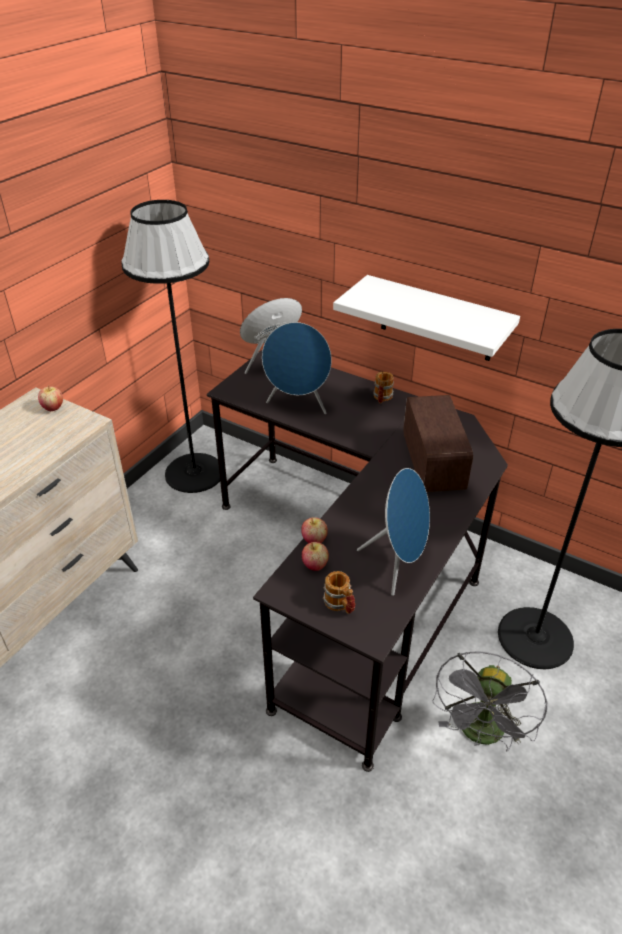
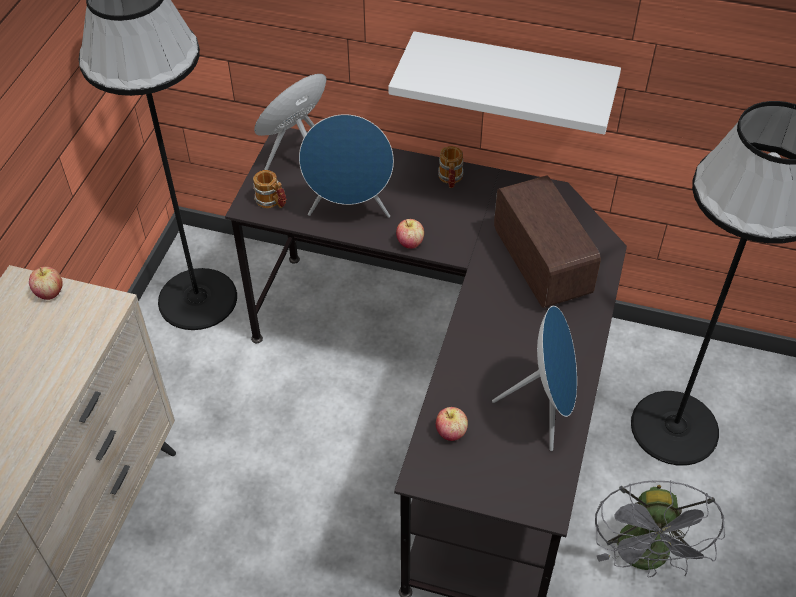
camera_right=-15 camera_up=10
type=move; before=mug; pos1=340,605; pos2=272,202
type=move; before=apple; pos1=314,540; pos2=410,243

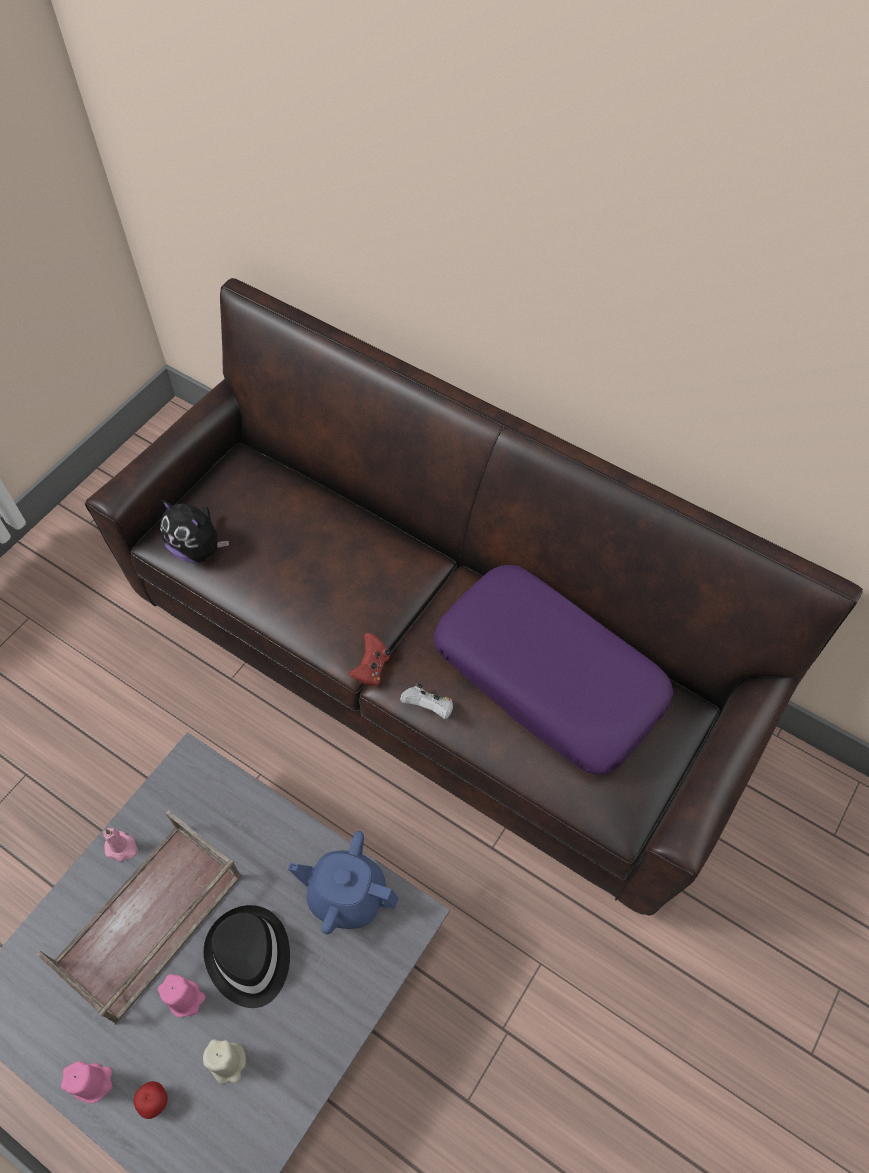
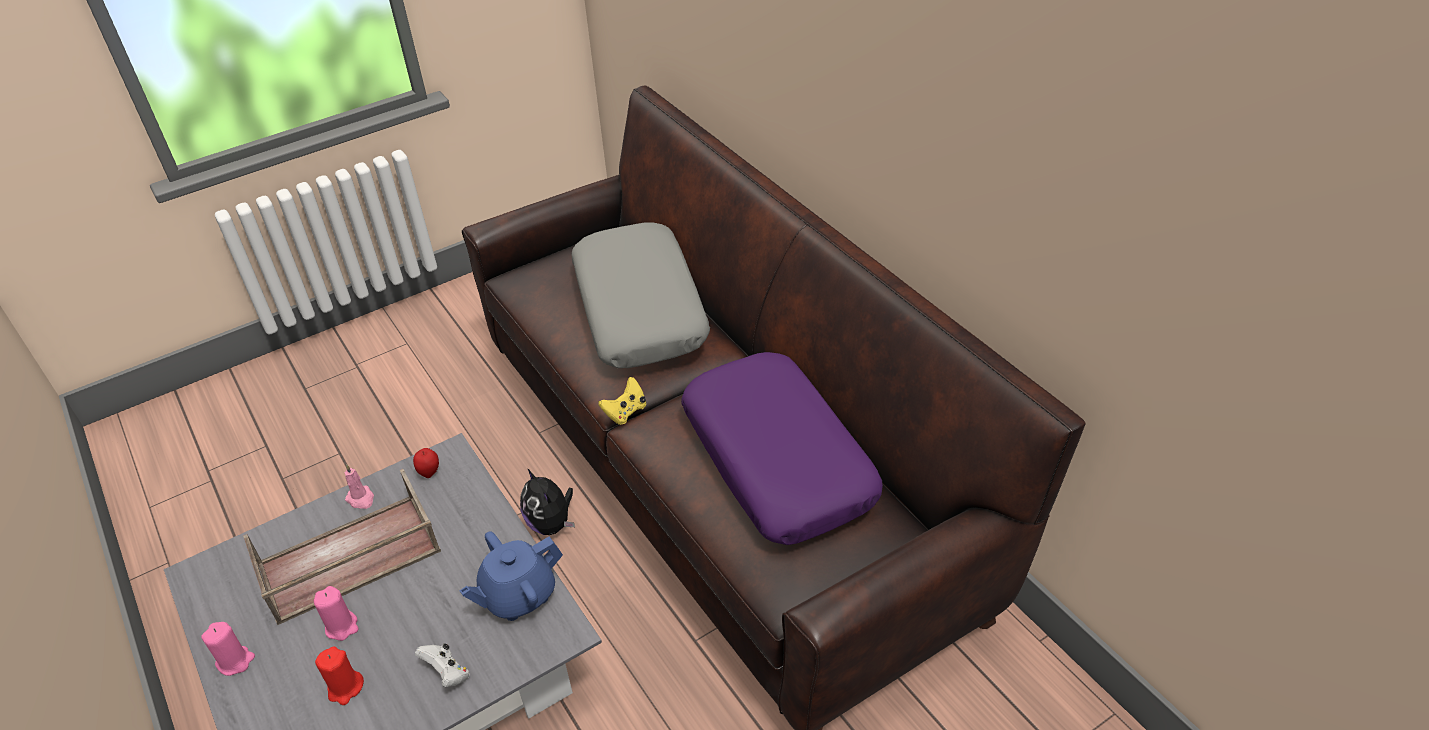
camera_right=25 camera_up=-15
type=recolor; before=beige candle; after=red candle; pos1=228,1063; pos2=345,688
type=move; before=apple; pos1=155,1101; pos2=429,472
type=move; before=white game controller; pos1=429,707; pos2=447,673
type=rotate; before=blue teapot; pos1=347,894; pos2=518,595; turn=-75
type=move; before=plush toy; pos1=198,549; pos2=551,524
type=insert; after=grey pillow; pos2=641,310
type=recolor; before=red game controller; after=yellow game controller; pos1=371,668; pos2=625,412
type=delete; before=black hat; pos1=248,957

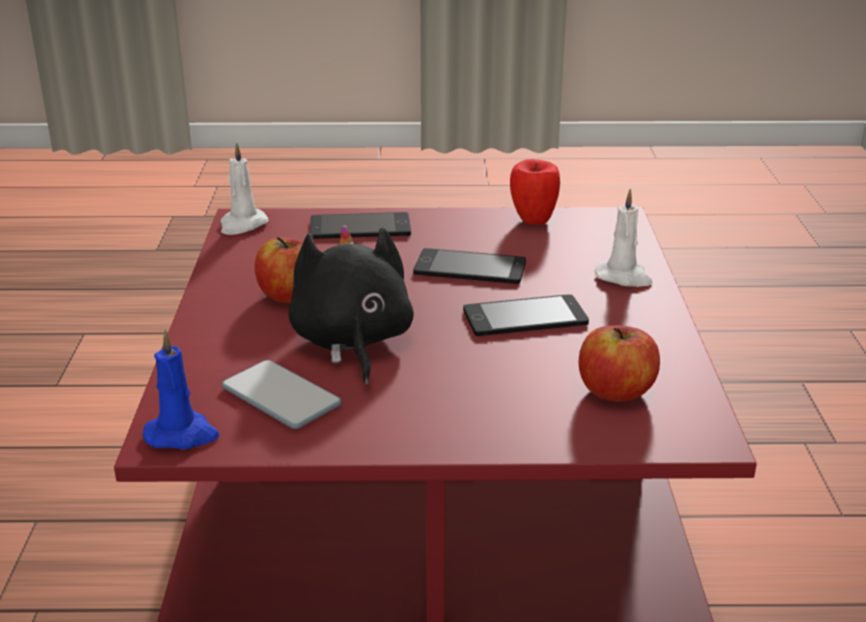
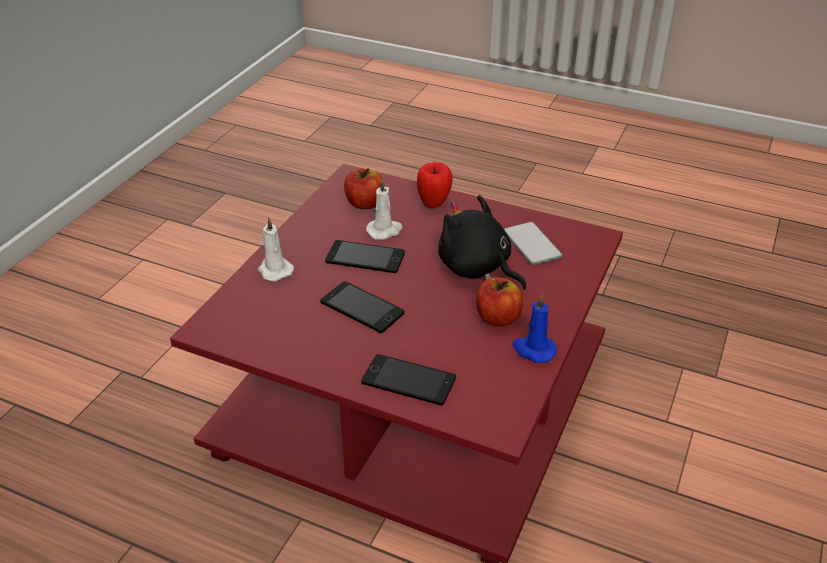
camera_right=-155 camera_up=10
type=move; before=white candle; pos1=242,225; pos2=385,231
type=move; before=apple; pos1=533,221; pos2=434,204
type=rotate; before=black plush toy; pos1=351,342; pos2=477,268; turn=120
type=move; before=blue candle; pos1=182,435; pos2=533,350

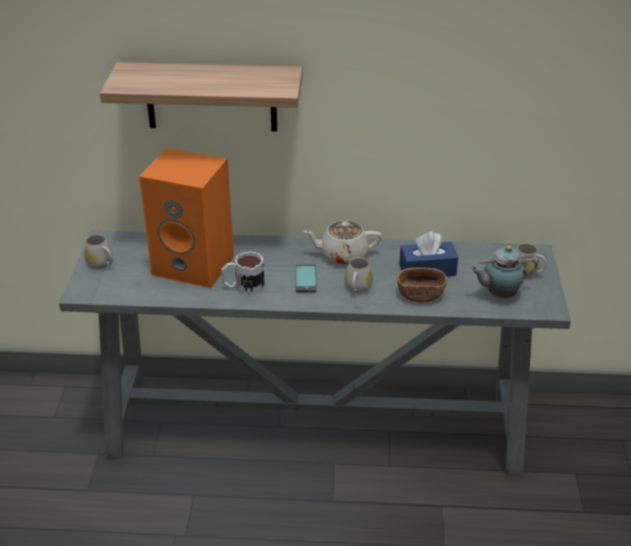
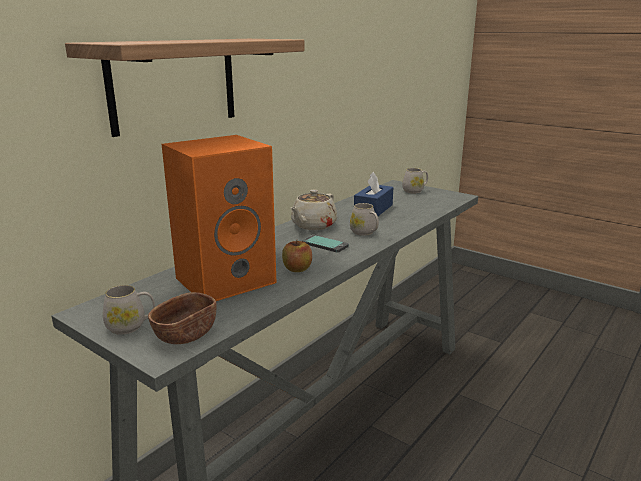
camera_right=-55 camera_up=-15
type=move; before=brown bowl; pos1=420,295; pos2=186,334
type=replace; before=mug; after=apple; pos1=243,287; pos2=297,269
type=delete; before=teapot; pos1=499,294

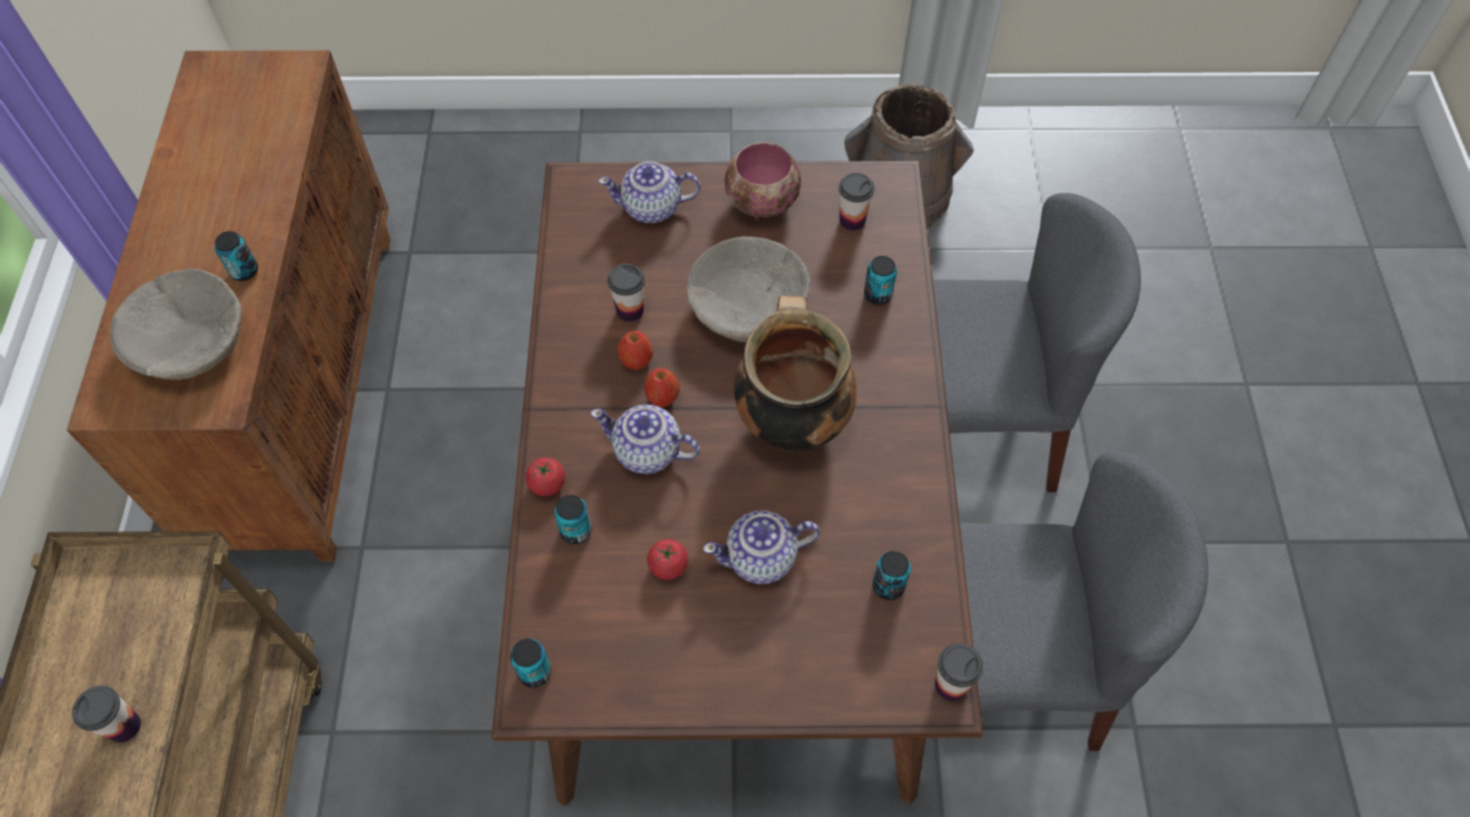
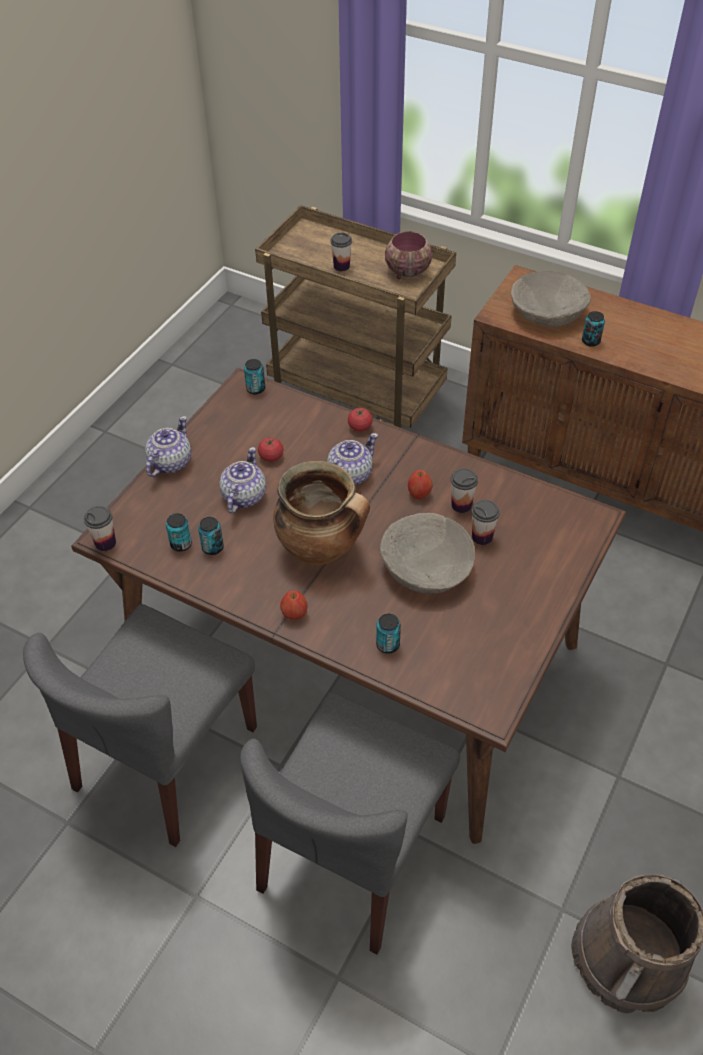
camera_right=120 camera_up=-10
type=move; before=teapot; pos1=652,208; pos2=169,463
type=move; before=can; pos1=576,530; pos2=212,548
type=move; before=apple; pos1=662,398; pos2=294,614
type=move; before=bowl; pos1=762,204; pos2=406,271
type=move; before=cup; pos1=852,220; pos2=482,537

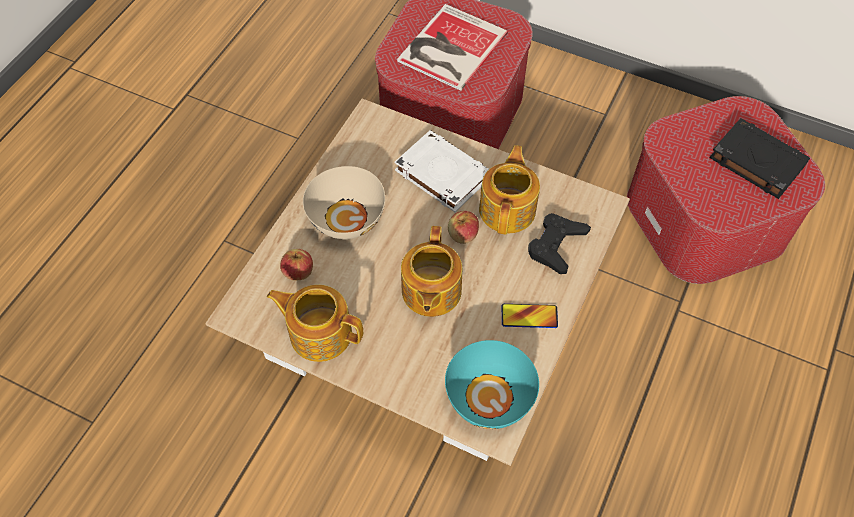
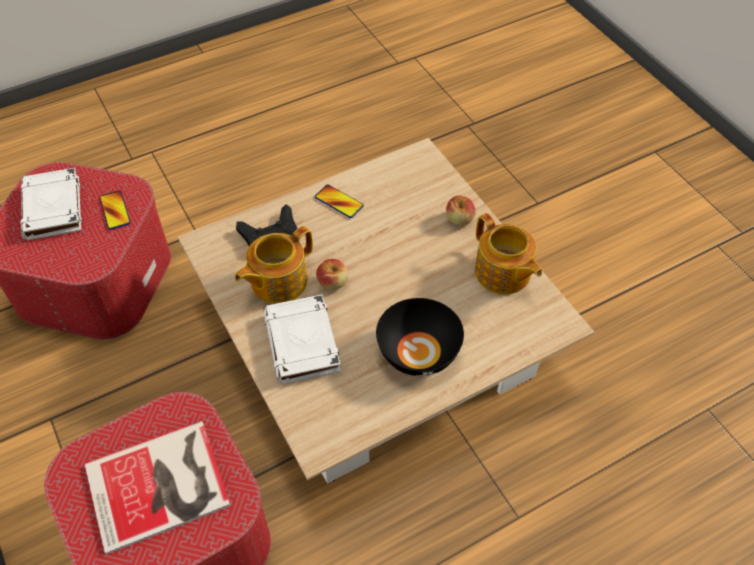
camera_right=-145 camera_up=-5
type=recolor; before=black book; after=white book; pos1=756,161; pos2=53,209
type=insert; after=phone; pos2=115,210
type=recolor; before=beige bowl; after=black bowl; pos1=346,217; pos2=417,353
type=move; before=apple; pos1=298,272; pos2=459,219
type=delete; before=teapot; pos1=430,292
type=delete; before=turquoise bowl; pos1=490,396

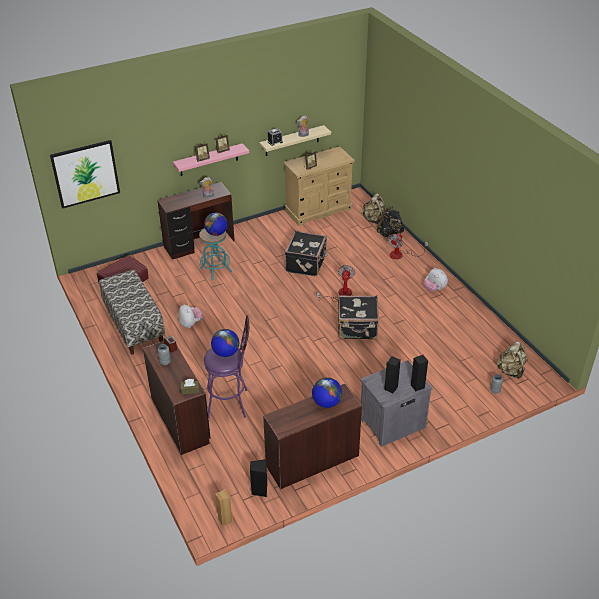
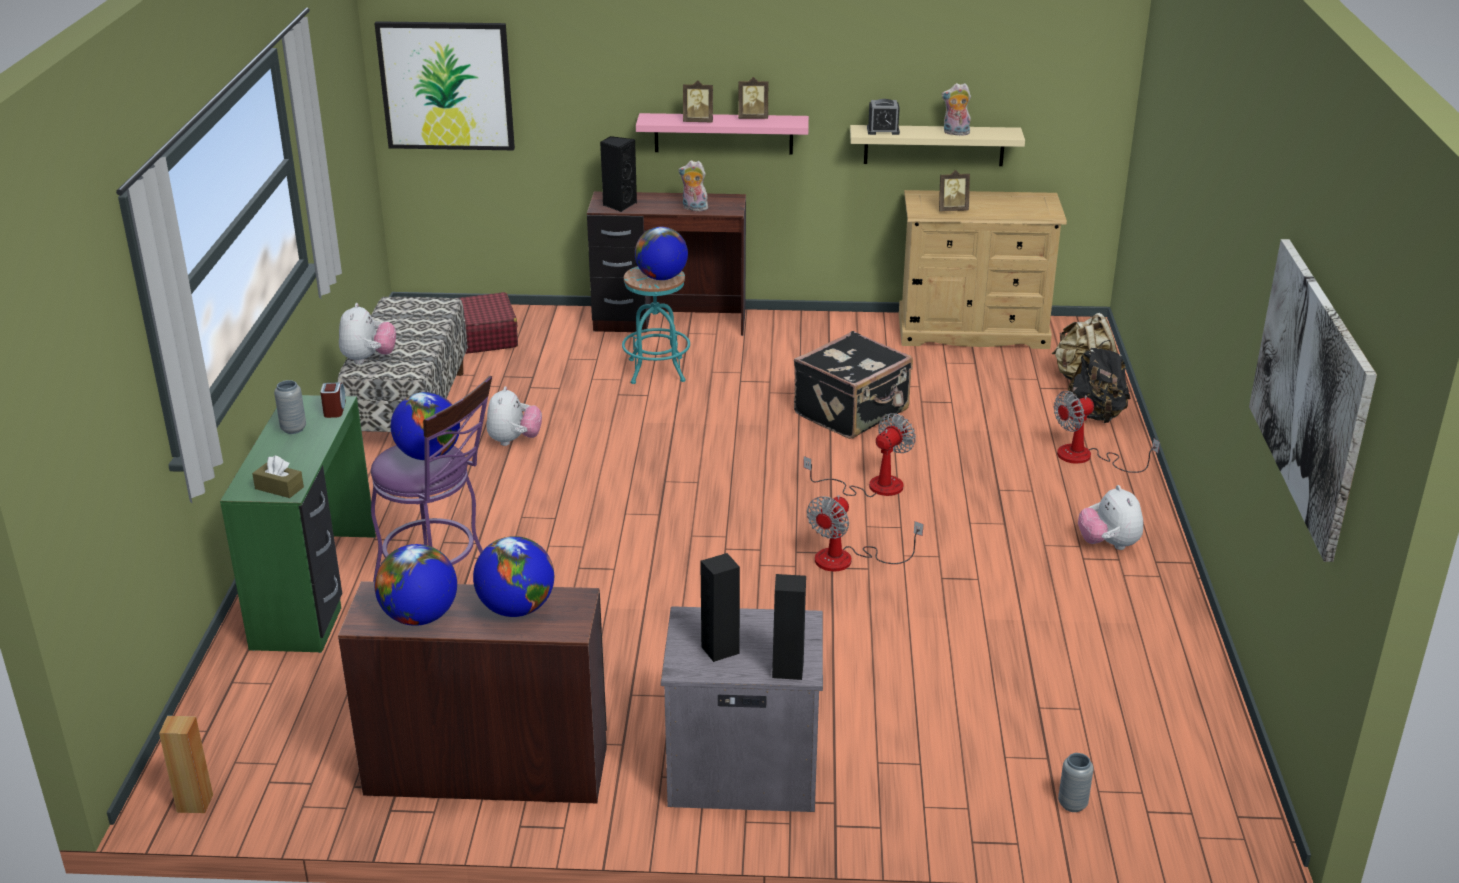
camera_right=30 camera_up=-10
type=recolor; before=brown desk; after=green desk; pos1=181,419; pos2=317,590
type=insert; after=plush toy; pos2=368,359
type=insert; after=globe; pos2=420,617
type=move; before=black speaker; pos1=259,490; pos2=619,205
type=replace; before=black suitcase; after=fan; pos1=357,329; pos2=847,560
type=insert; after=picture; pos2=1310,392
type=delete; before=beige backpack; pos1=510,371

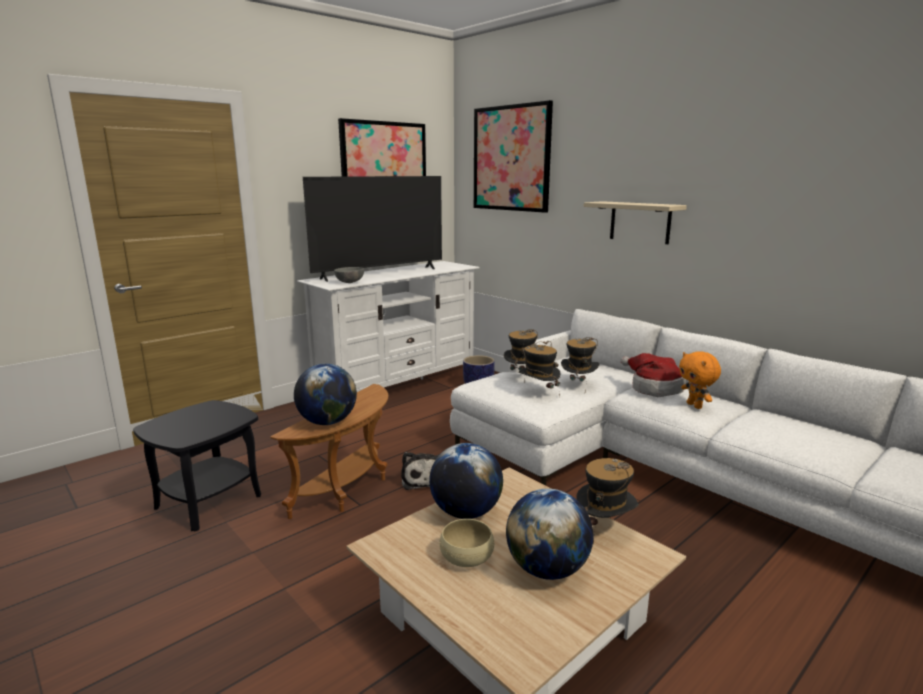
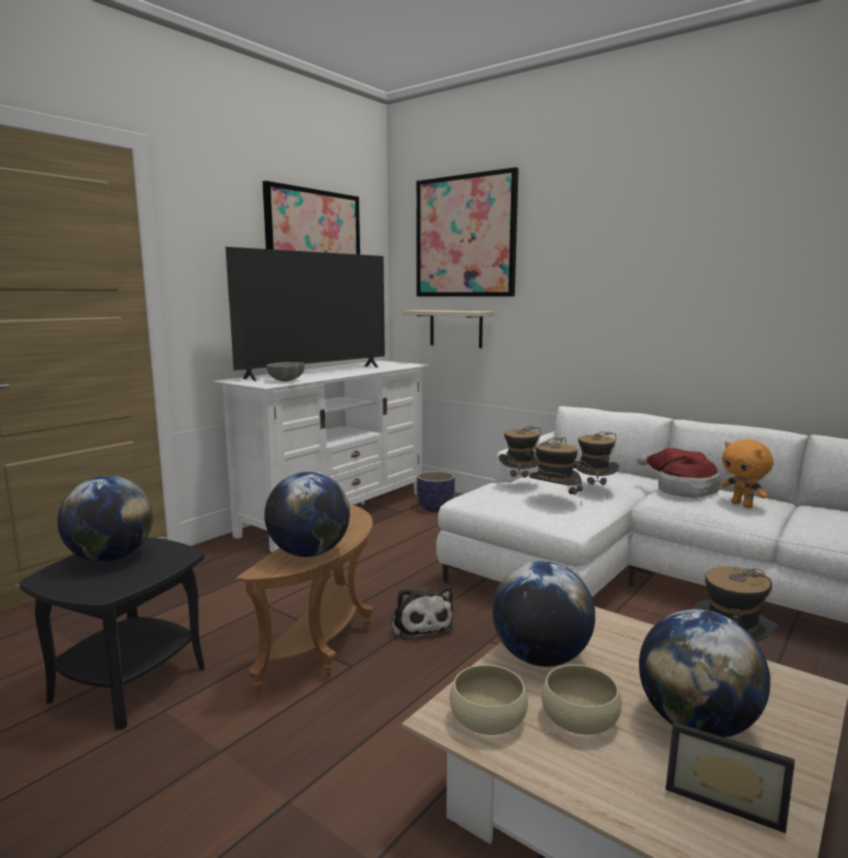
camera_right=-10 camera_up=-5
type=insert; after=globe; pos2=111,558
type=move; before=beige shelf; pos1=640,222; pos2=456,328
type=insert; after=beige bowl; pos2=488,719
type=insert; after=picture frame; pos2=724,797

